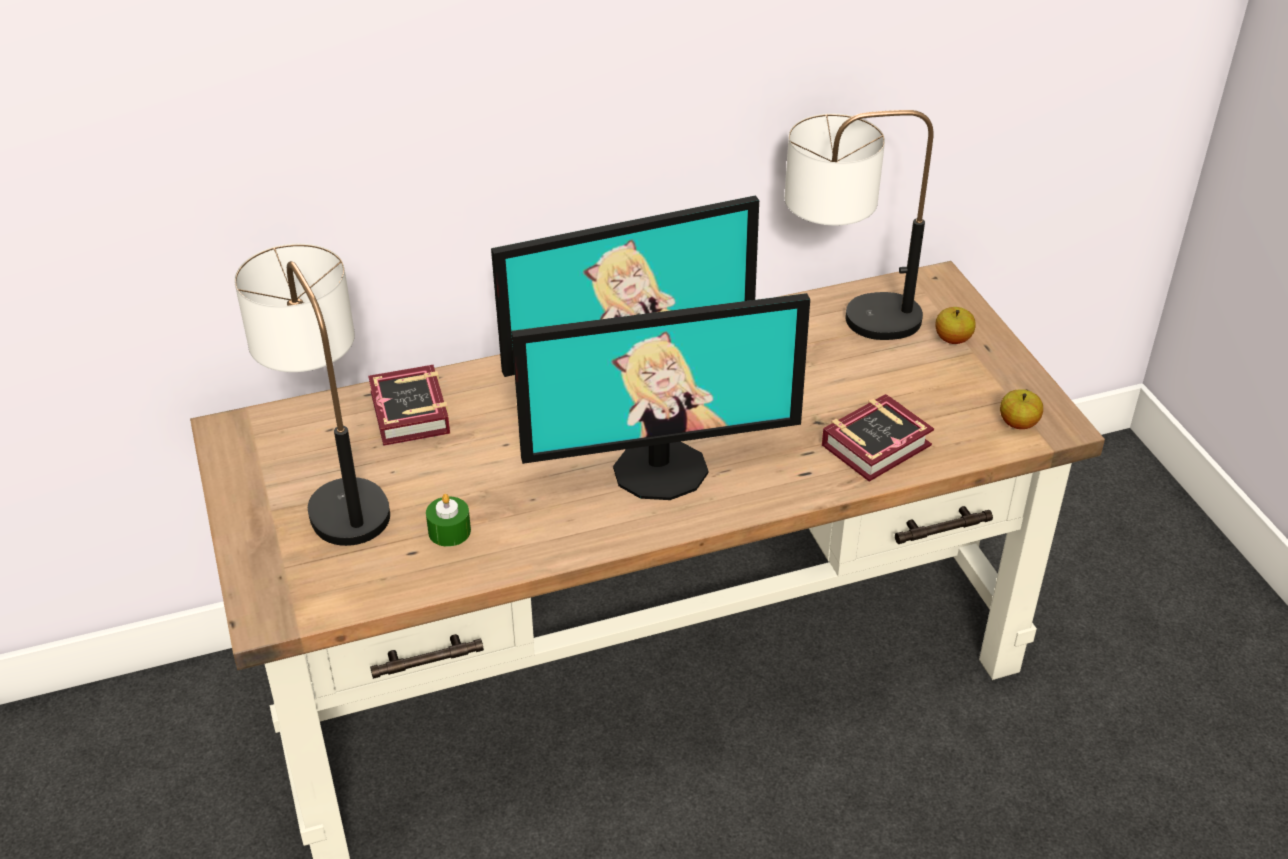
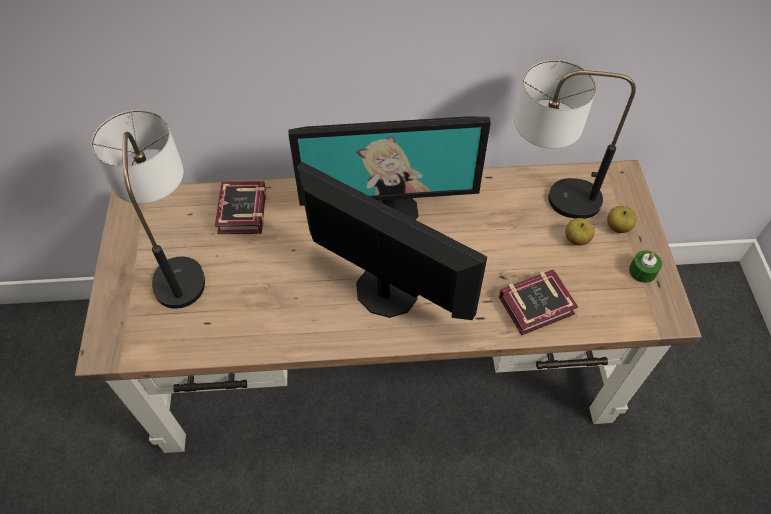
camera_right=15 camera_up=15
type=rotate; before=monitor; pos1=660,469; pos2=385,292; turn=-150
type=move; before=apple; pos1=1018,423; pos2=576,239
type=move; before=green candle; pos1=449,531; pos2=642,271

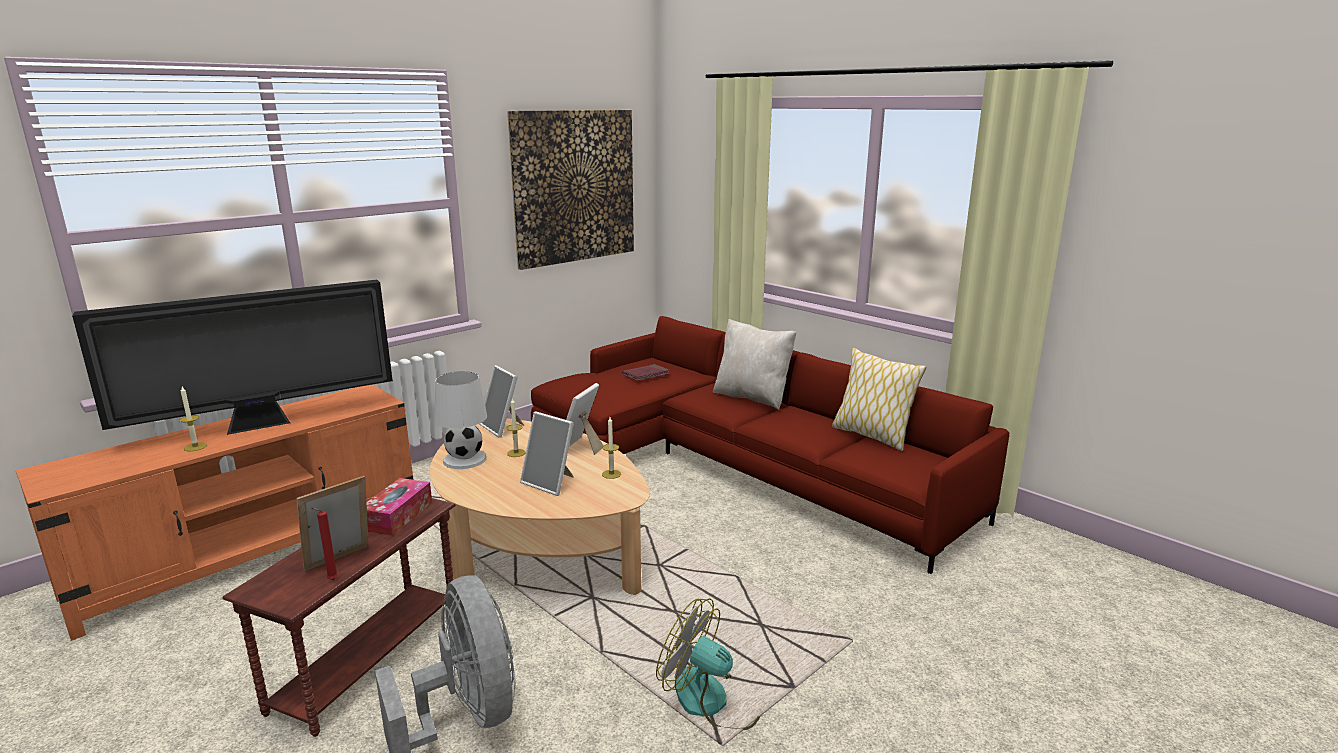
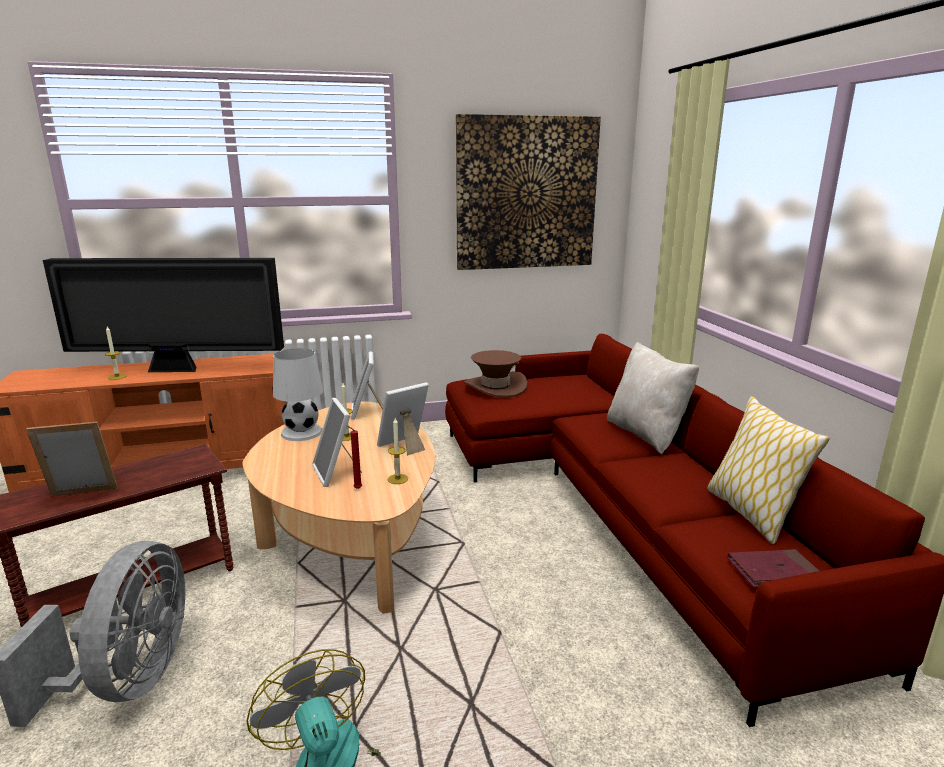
camera_right=30 camera_up=0
type=move; before=red candle; pos1=331,580; pos2=356,489
type=insert; after=brown hat; pos2=495,387
type=move; before=red book; pos1=646,375; pos2=774,572
type=delete; before=tissue box; pos1=397,515

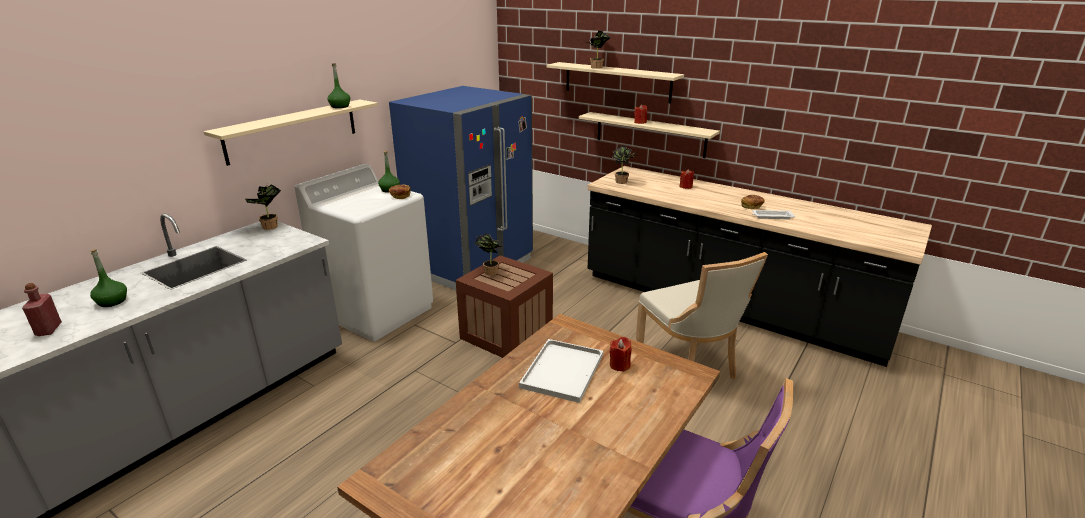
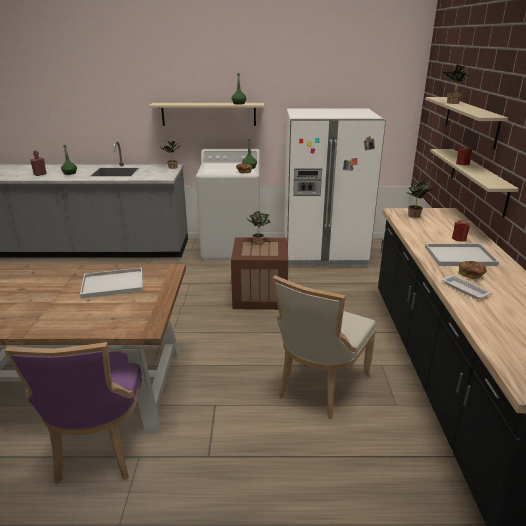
camera_right=55 camera_up=0
type=recolor; before=blue fridge; after=white fridge; pos1=472,266; pos2=324,253
type=insert; after=white tray; pos2=458,256
type=delete; before=red candle; pos1=619,365

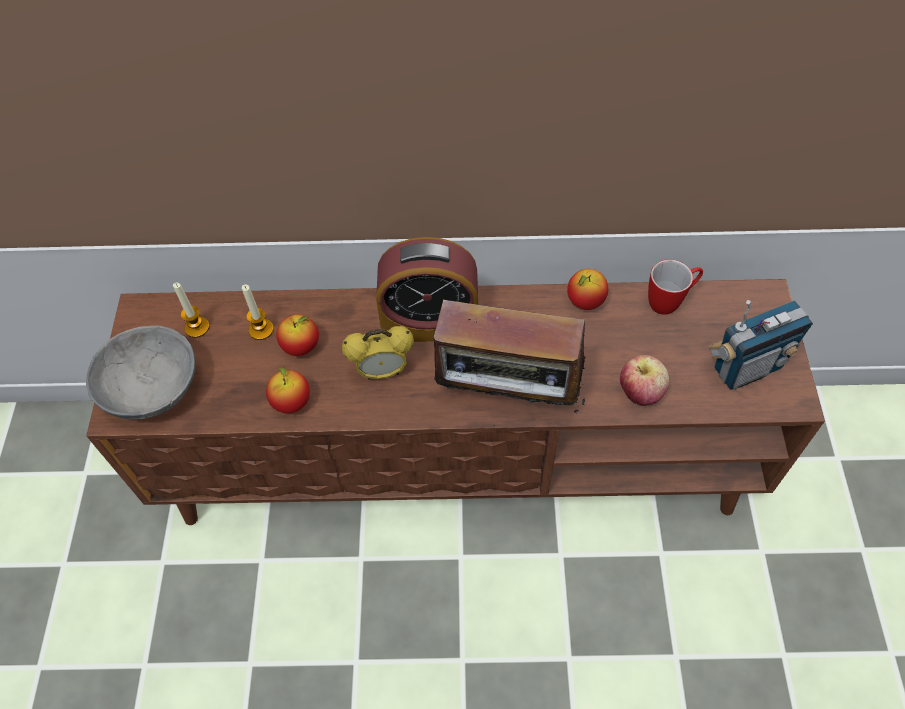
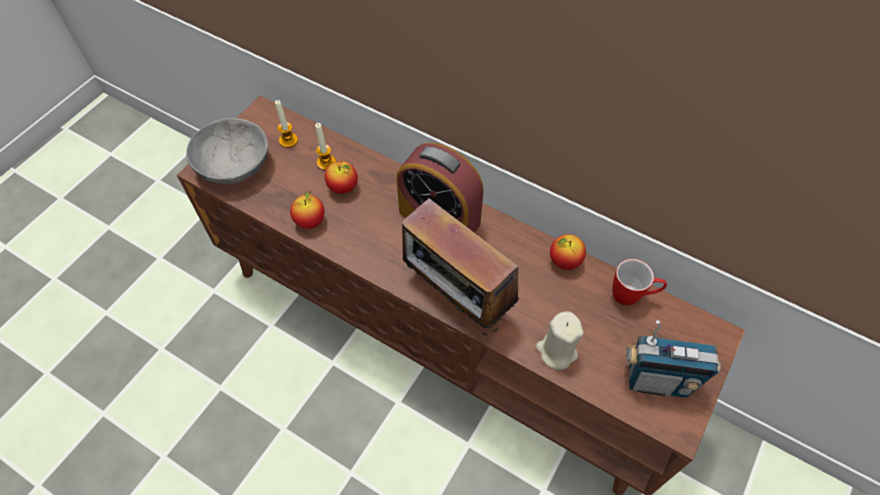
camera_right=30 camera_up=0
type=replace; before=apple; after=beige candle; pos1=640,393; pos2=556,351
type=delete; before=alarm clock; pos1=382,371

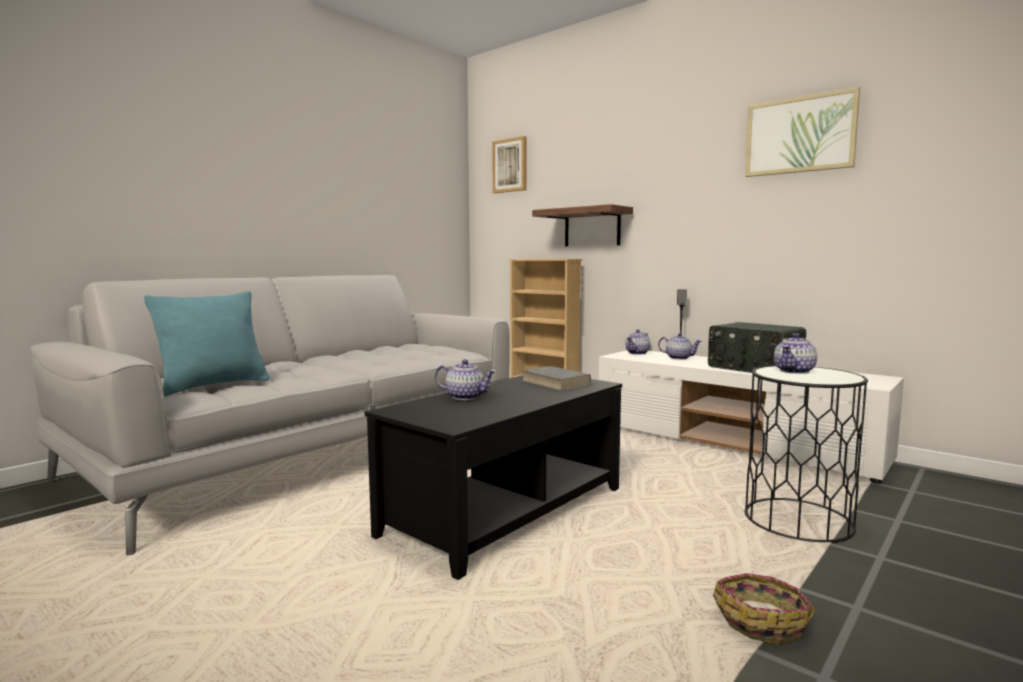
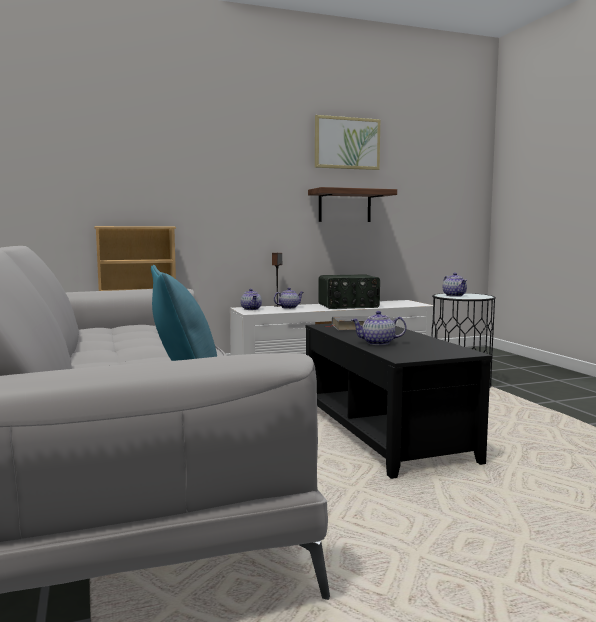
camera_right=-60 camera_up=0
type=move; before=shelf; pos1=592,227; pos2=344,206
type=rotate; before=teapot; pos1=465,397; pos2=377,343; turn=-135
type=delete; before=picture; pos1=510,165
type=delete; before=basket; pos1=762,620

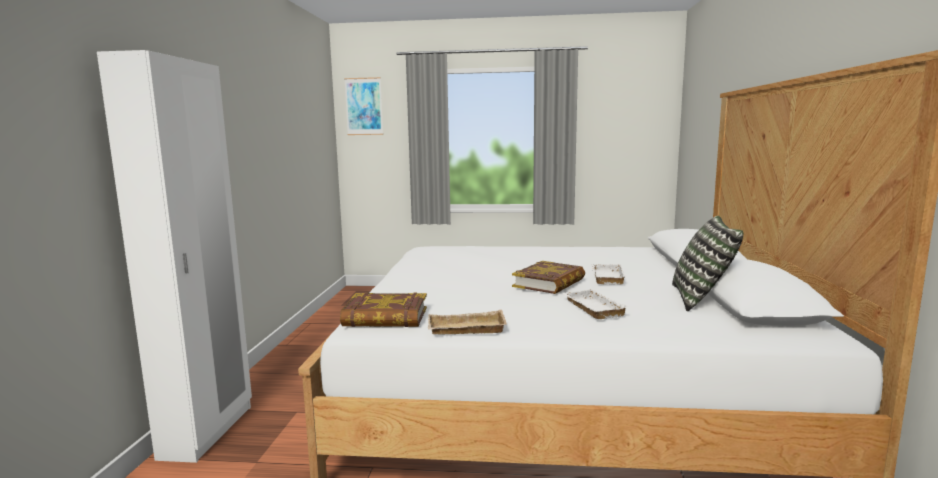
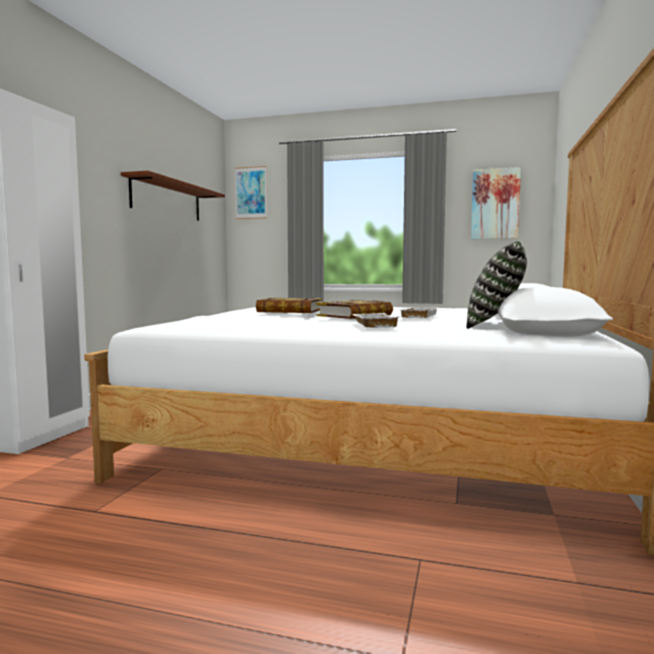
camera_right=10 camera_up=-5
type=insert; after=brown shelf; pos2=167,200
type=move; before=book; pos1=385,317; pos2=289,311
type=insert; after=picture; pos2=495,204
type=delete; before=beige tray; pos1=465,330

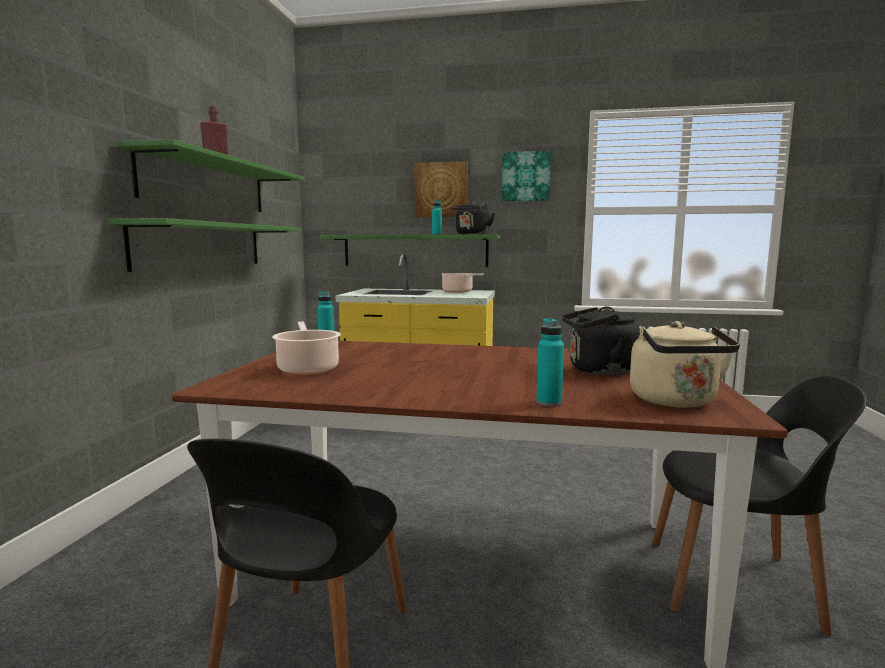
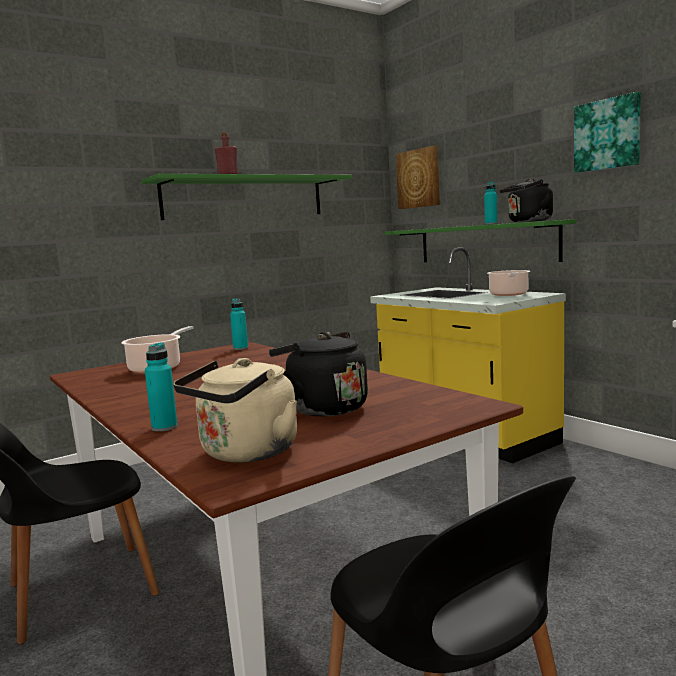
camera_right=45 camera_up=0
type=move; before=picture; pos1=441,190; pos2=419,178
type=delete; before=green shelf; pos1=202,245

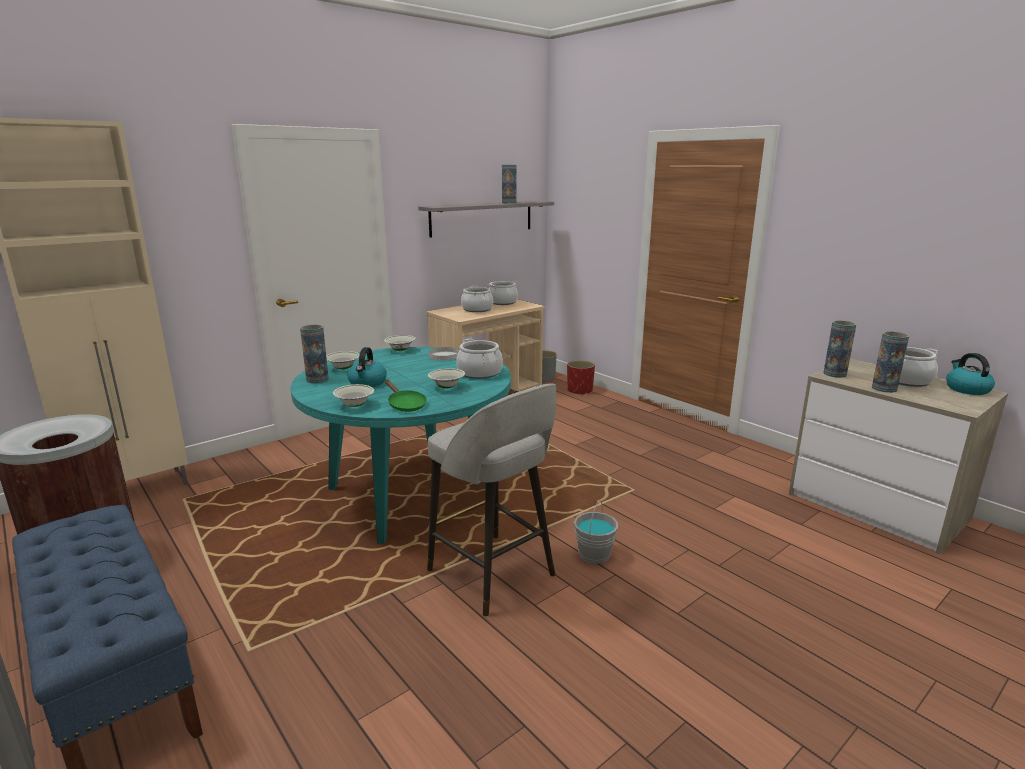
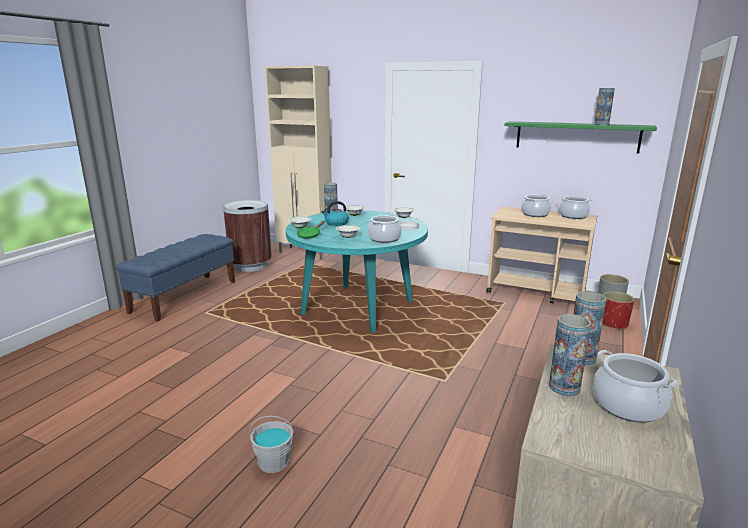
camera_right=65 camera_up=0
type=move; before=grey bucket; pos1=594,554; pos2=273,462
type=recolor; before=grey shelf; after=green shelf; pos1=482,218; pos2=576,136
type=delete; before=grey stool; pos1=493,575
type=delete; before=kettle; pos1=966,389

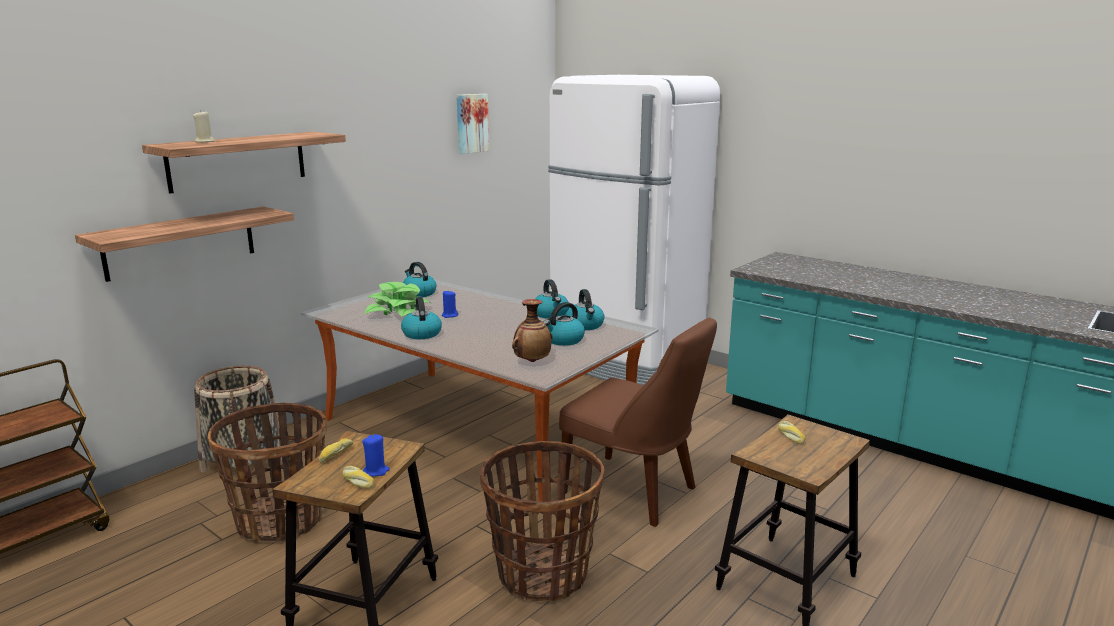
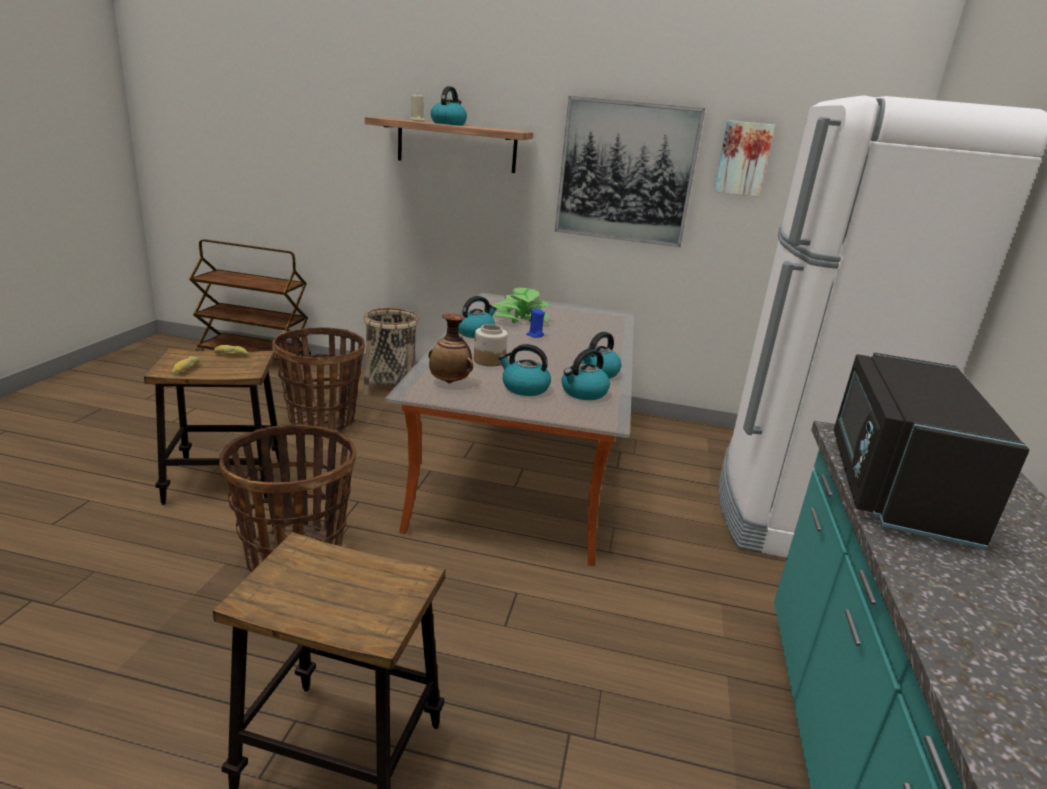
camera_right=60 camera_up=5
type=move; before=kettle; pos1=419,293; pos2=448,124
type=insert; after=jar; pos2=489,360
type=insert; after=picture; pos2=626,172
type=insert; after=black microwave; pos2=892,485
type=delete; before=shelf; pos1=181,242
type=delete; before=blue candle; pos1=376,471
type=delete; before=brown chair; pos1=634,492
type=delete; before=bread; pos1=789,436

